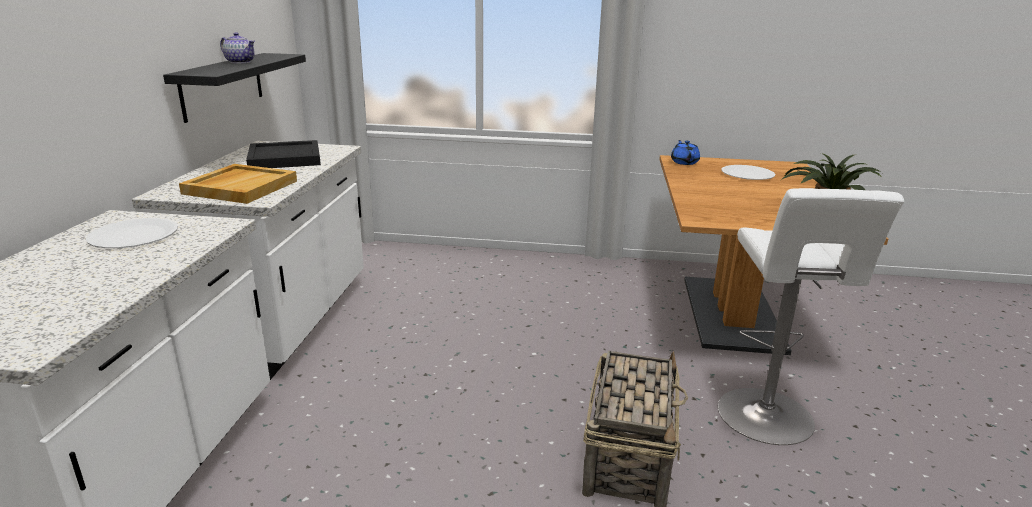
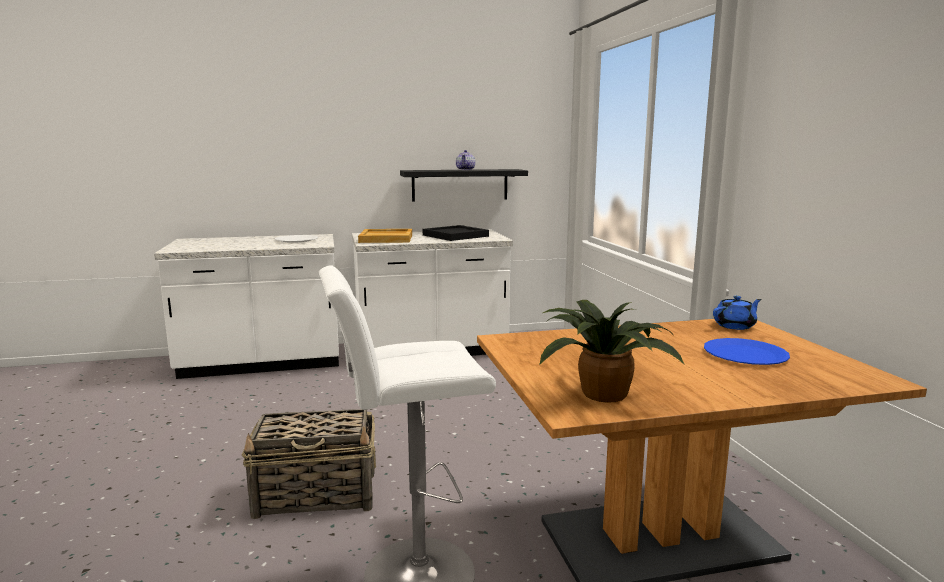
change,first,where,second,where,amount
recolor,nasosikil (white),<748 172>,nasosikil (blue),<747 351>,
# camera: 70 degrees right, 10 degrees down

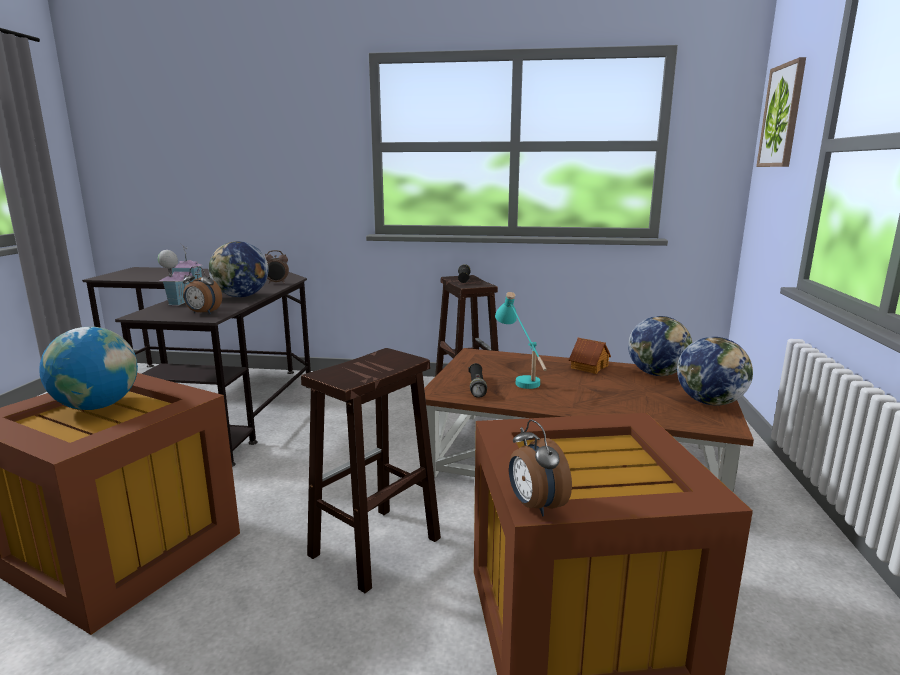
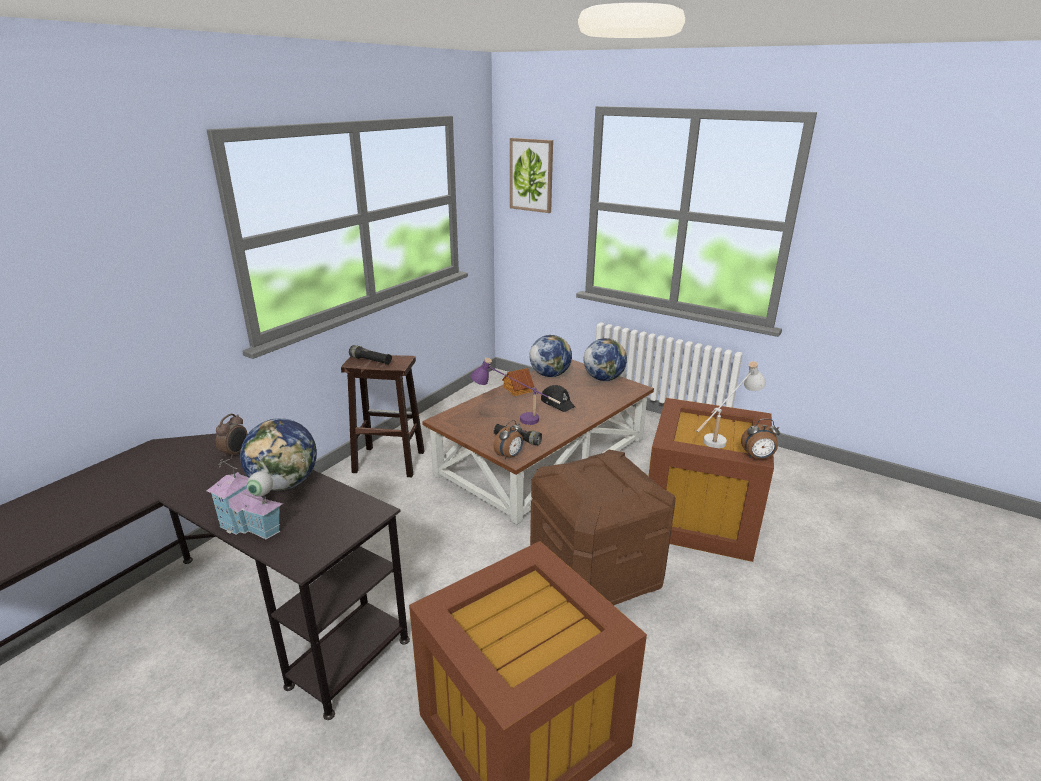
change,first,where,second,where,amount
delete,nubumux,<88 368>,,,
move,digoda,<202 290>,,<508 440>,
replace,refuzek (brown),<371 470>,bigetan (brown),<603 527>,
recolor,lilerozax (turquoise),<521 340>,lilerozax (purple),<515 391>,
insert,,,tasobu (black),<558 398>,
insert,,,lilerozax (white),<731 405>,
# camera: 65 degrees left, 10 degrees up

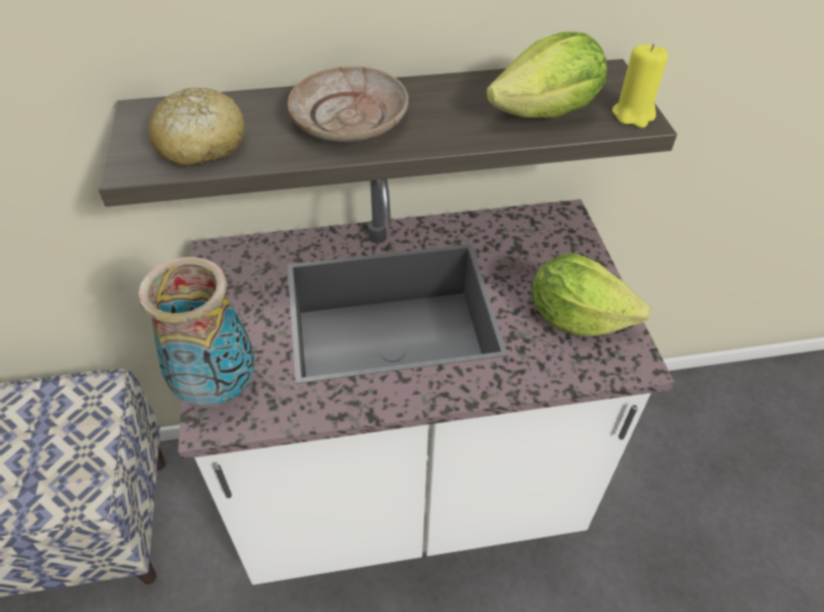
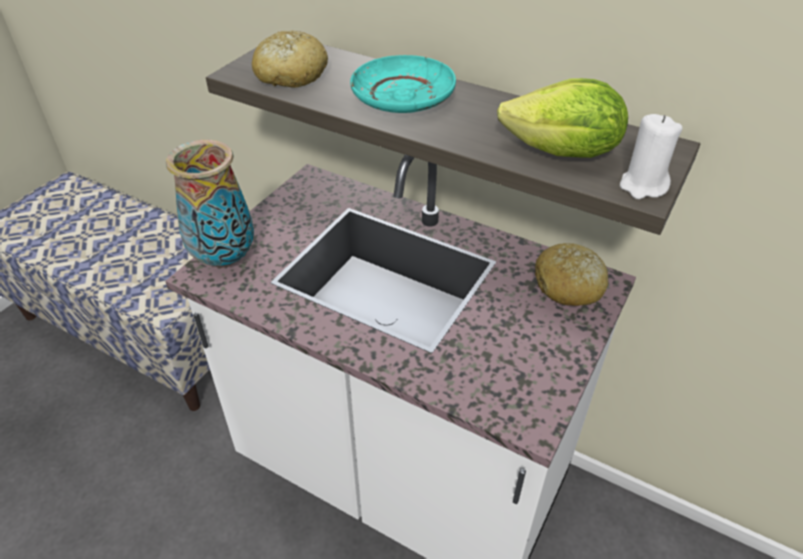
change,first,where,second,where,amount
recolor,nasosikil (beige),<348 104>,nasosikil (turquoise),<403 84>,
delete,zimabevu,<591 294>,,,
recolor,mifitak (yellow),<640 86>,mifitak (white),<651 156>,
insert,,,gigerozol,<571 274>,
# camera: 40 degrees right, 5 degrees down

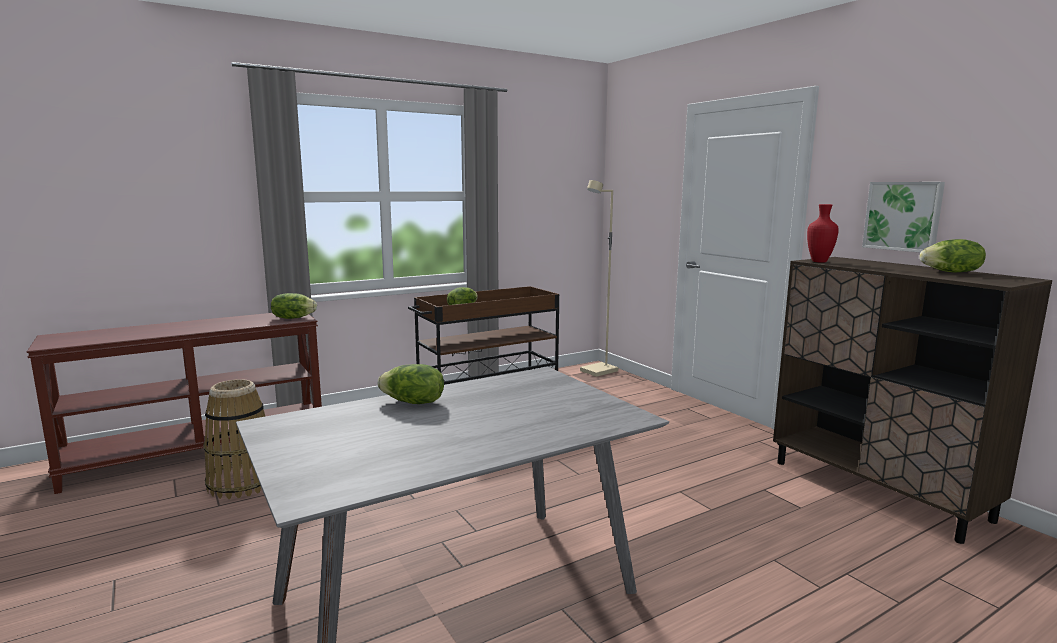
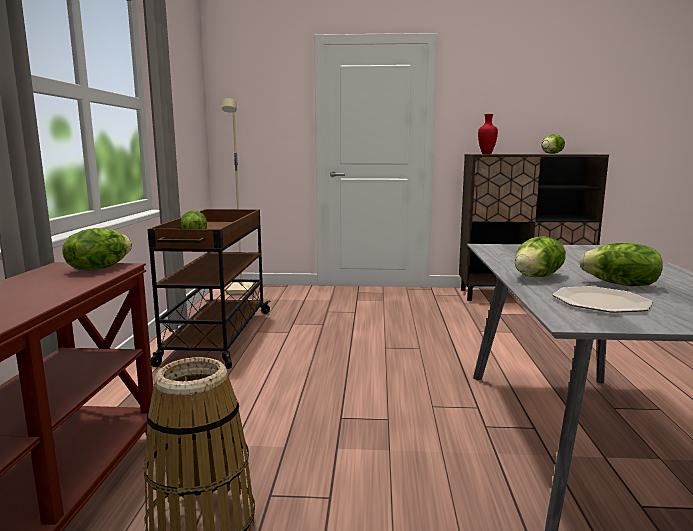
change,first,where,second,where,amount
delete,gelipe,<903 217>,,,
insert,,,nasosikil,<603 299>,
insert,,,zimabevu,<621 264>,
# camera: 55 degrees left, 0 degrees up

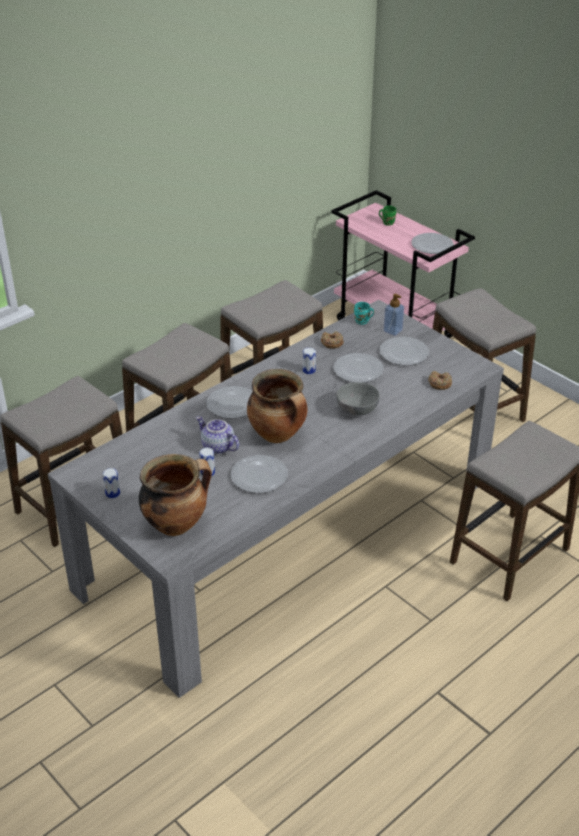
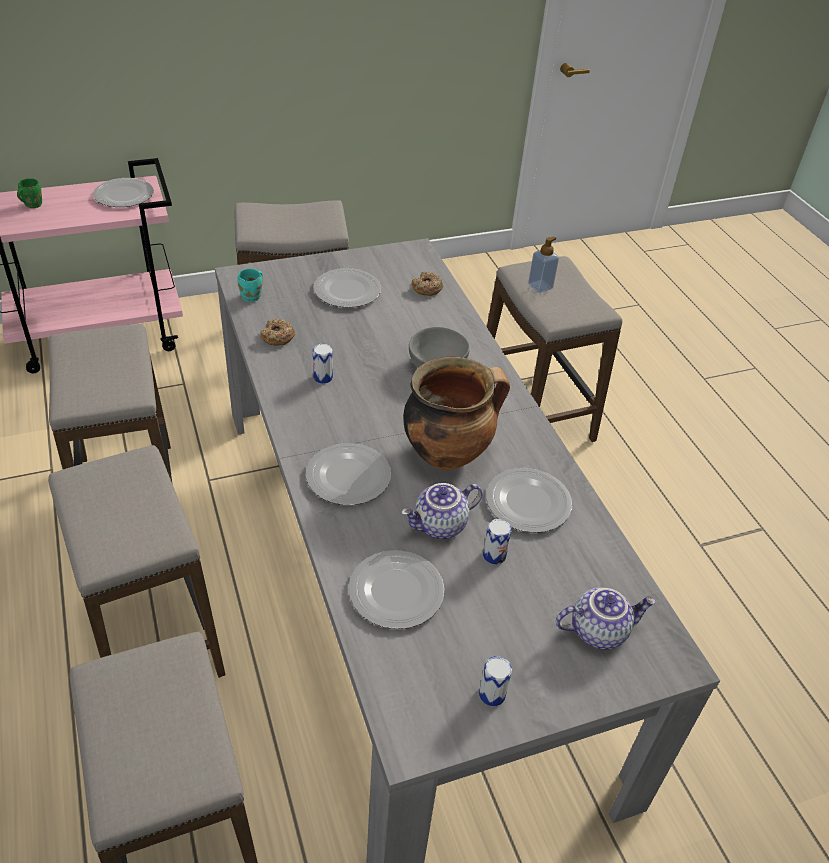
change,first,where,second,where,amount
replace,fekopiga,<175 495>,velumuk,<606 618>,
move,nasosikil,<358 368>,,<397 589>,
move,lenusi,<394 315>,,<543 265>,
# camera: 70 degrees left, 5 degrees up

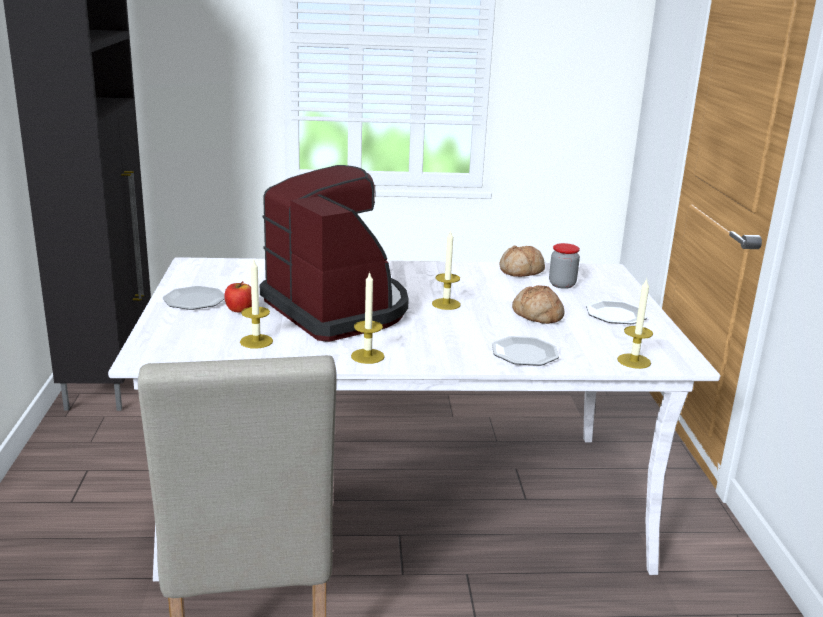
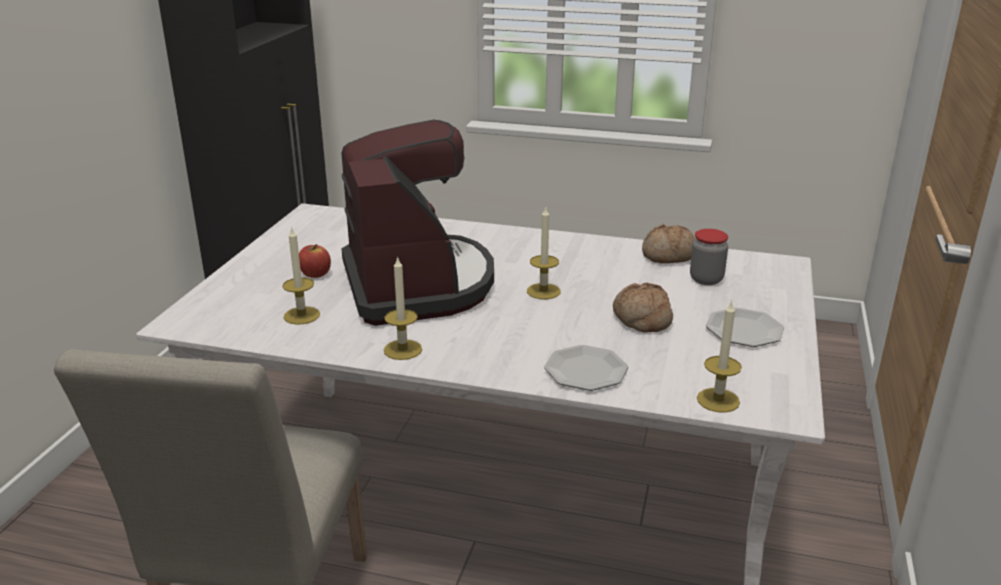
change,first,where,second,where,amount
delete,nasosikil,<194 298>,,,
# camera: 20 degrees right, 5 degrees up

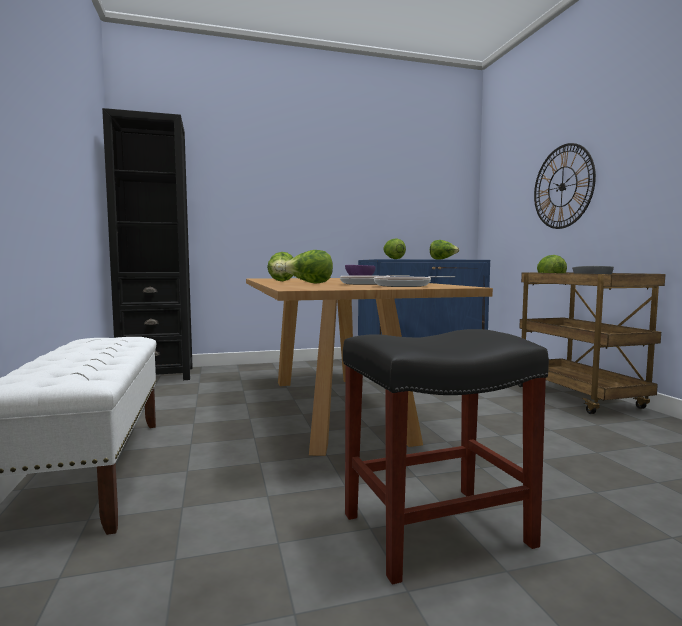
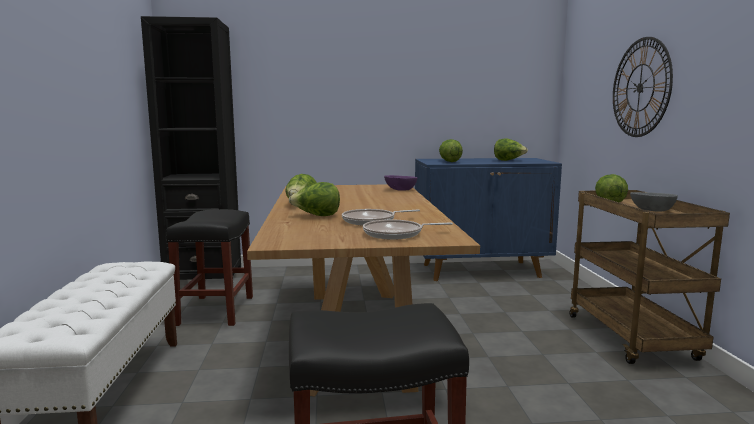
change,first,where,second,where,amount
insert,,,refuzek (black),<209 267>,
# camera: 10 degrees right, 5 degrees up

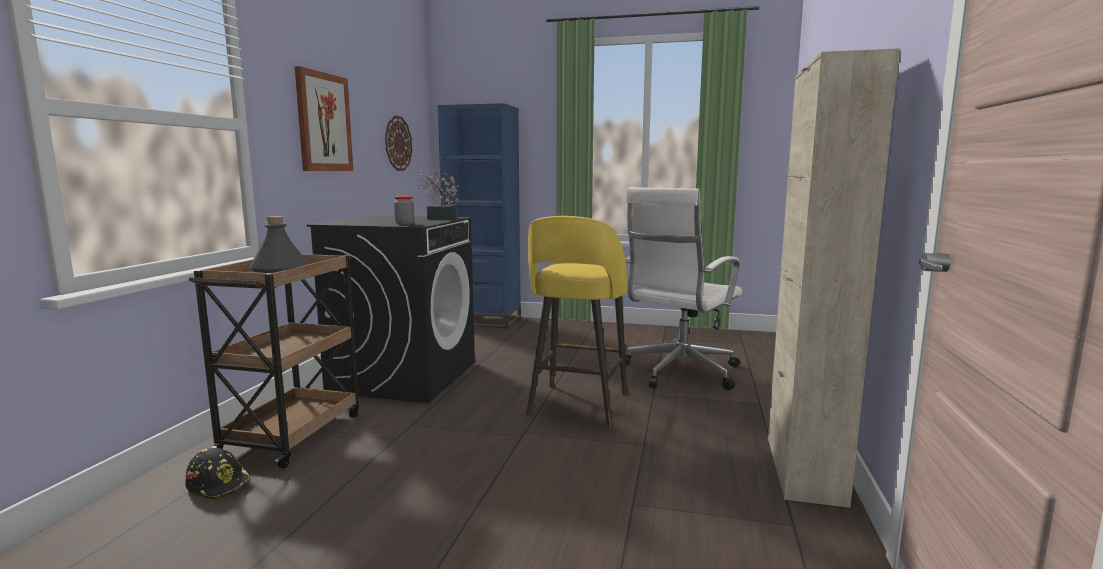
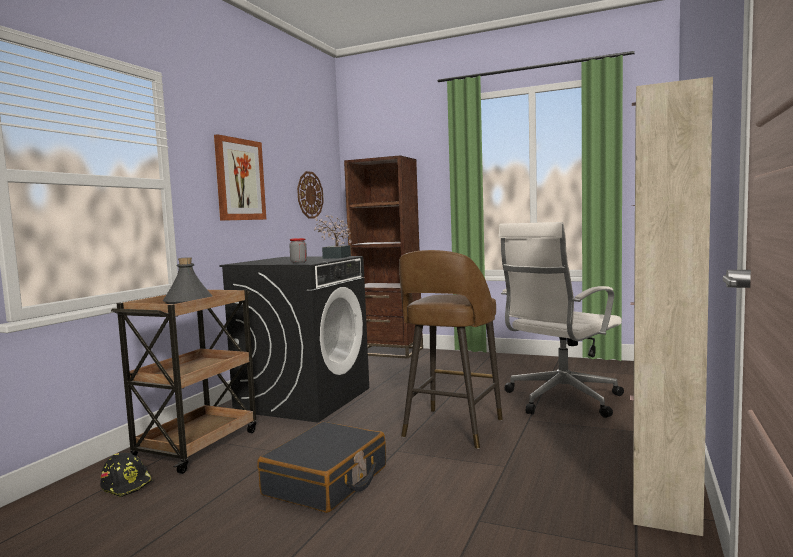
change,first,where,second,where,amount
recolor,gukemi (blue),<479 216>,gukemi (brown),<383 257>,
recolor,refuzek (yellow),<577 321>,refuzek (brown),<451 349>,
insert,,,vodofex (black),<322 467>,
# camera: 10 degrees right, 5 degrees down

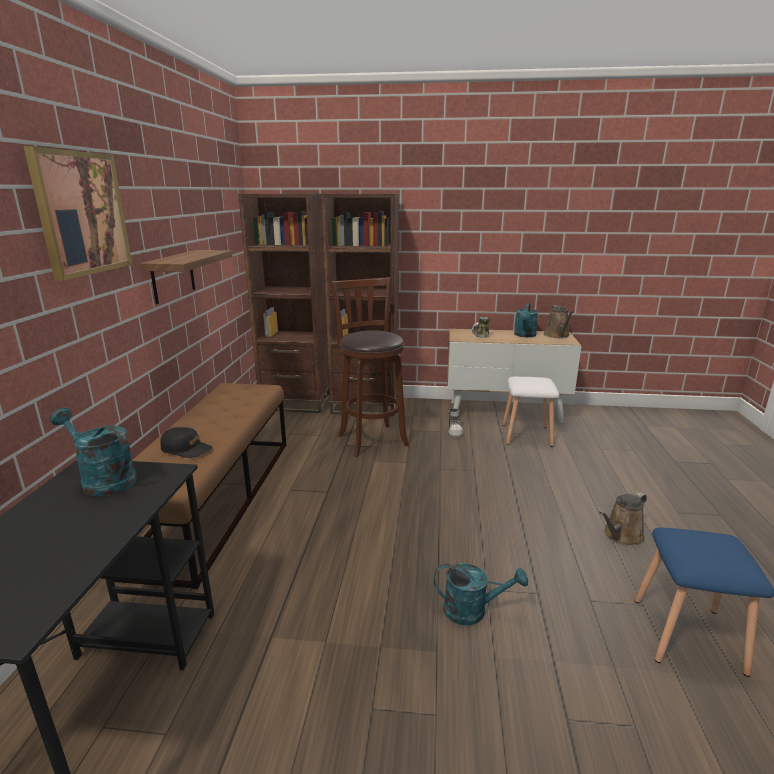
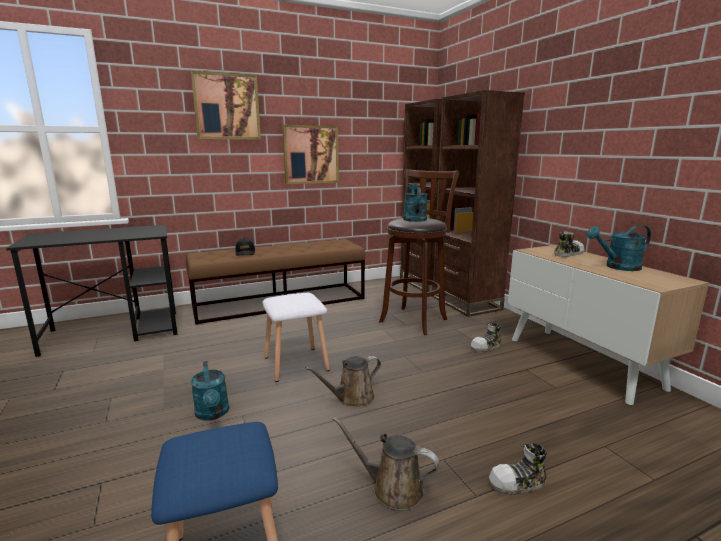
change,first,where,second,where,amount
move,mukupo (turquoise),<93 452>,,<415 202>,
replace,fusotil,<186 277>,gelipe,<310 154>,
move,refuzek (white),<530 412>,,<296 337>,
move,mukupo (brown),<559 321>,,<343 381>,
insert,,,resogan,<518 469>,
# camera: 60 degrees right, 5 degrees down

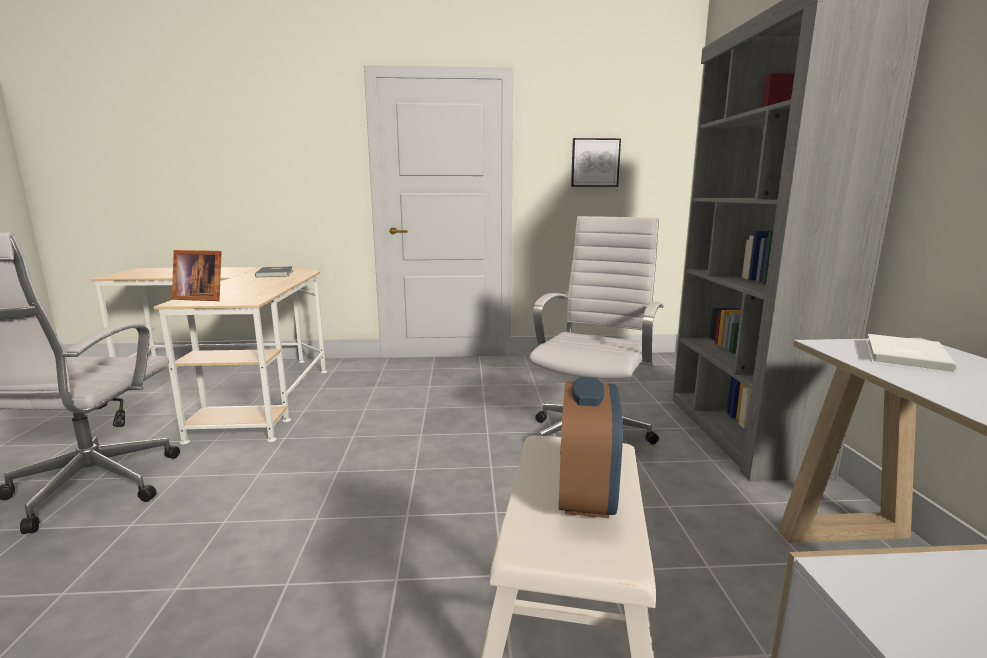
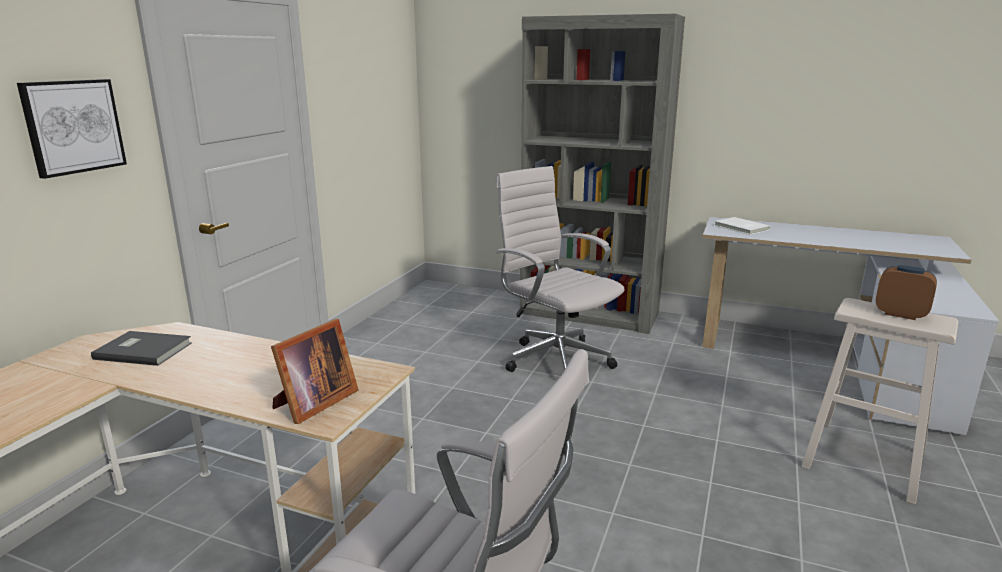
change,first,where,second,where,amount
move,gelipe,<596 162>,,<72 129>,
# camera: 65 degrees left, 5 degrees up

